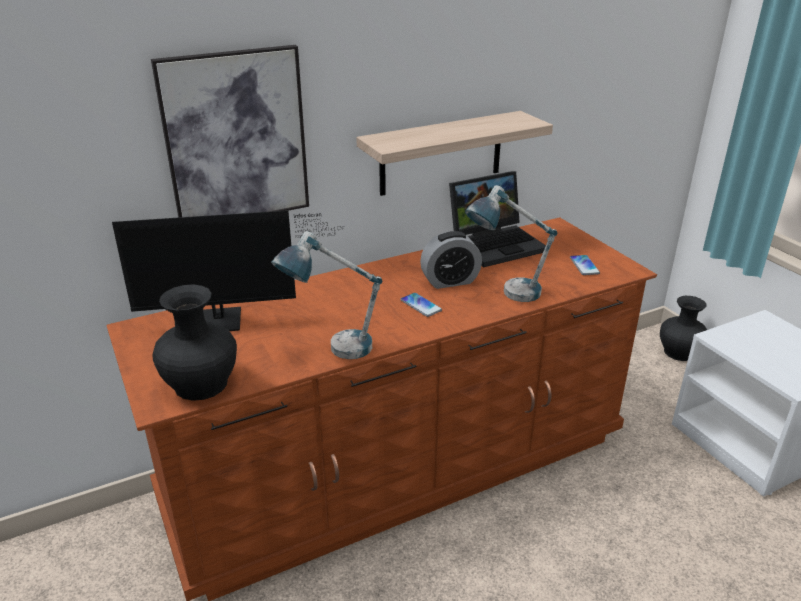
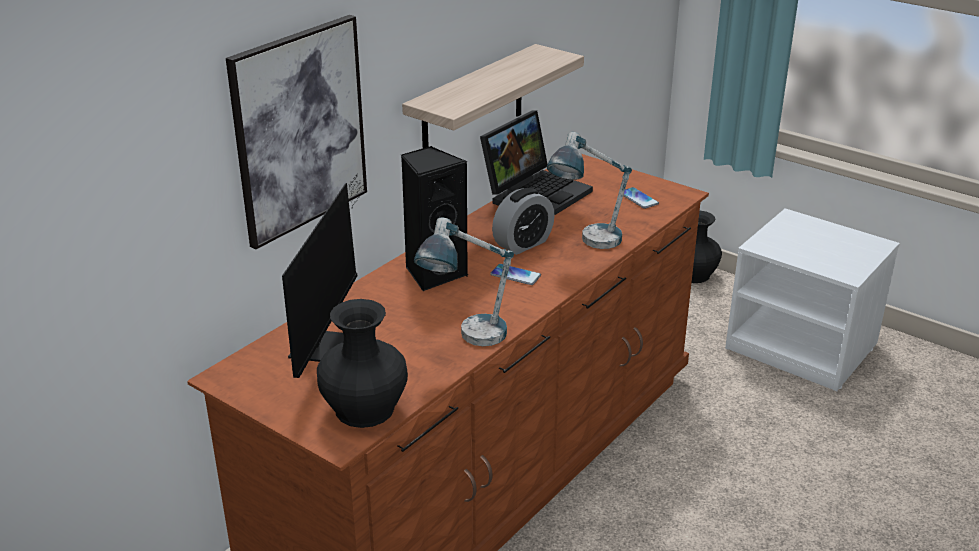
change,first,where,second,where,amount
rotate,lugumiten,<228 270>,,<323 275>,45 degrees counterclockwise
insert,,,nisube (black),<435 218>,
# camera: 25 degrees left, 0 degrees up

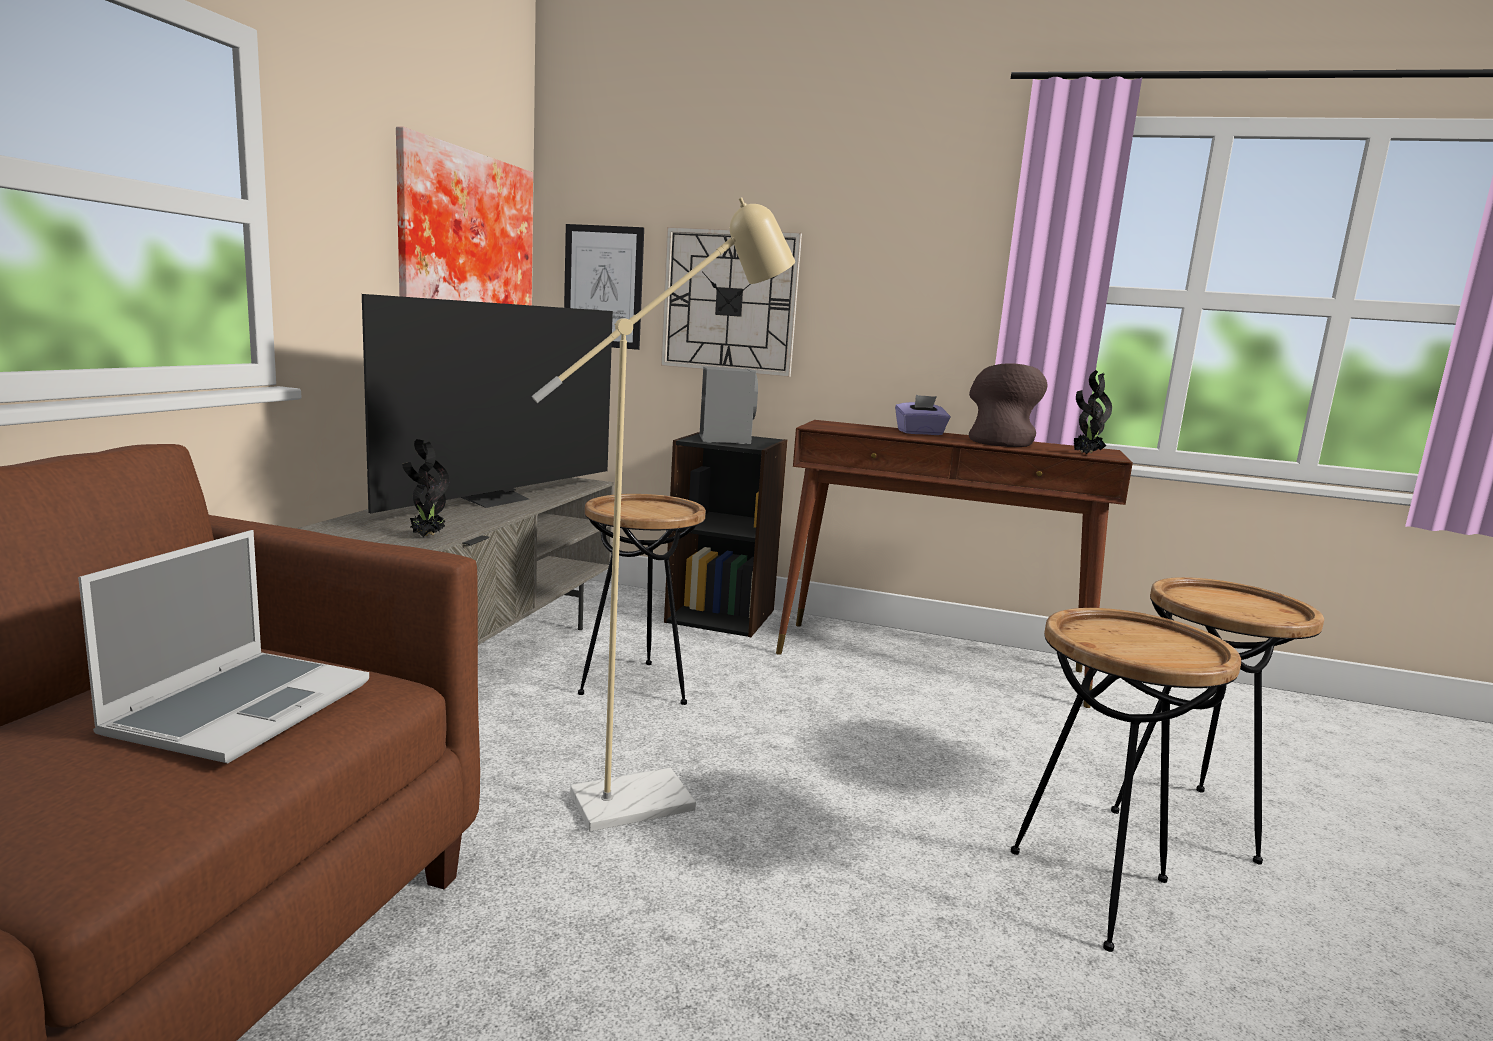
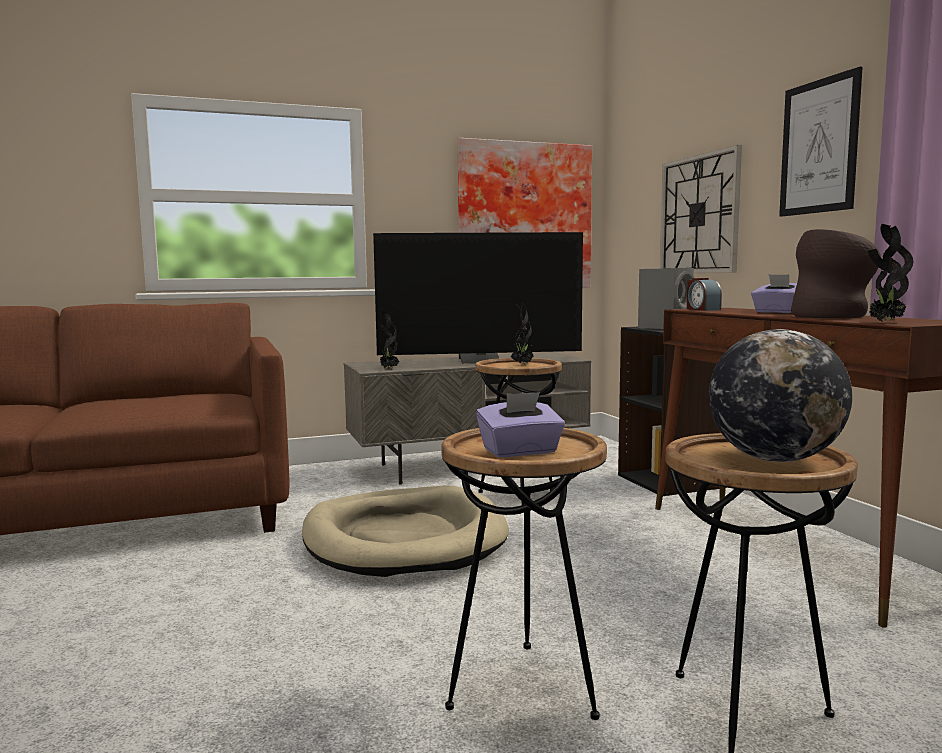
change,first,where,second,where,amount
delete,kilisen,<223 646>,,,
replace,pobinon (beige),<663 514>,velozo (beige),<405 531>,
move,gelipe,<604 287>,,<821 141>,
insert,,,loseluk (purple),<520 424>,
insert,,,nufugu,<522 334>,
insert,,,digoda,<704 294>,
insert,,,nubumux,<780 395>,
# camera: 55 degrees right, 5 degrees down

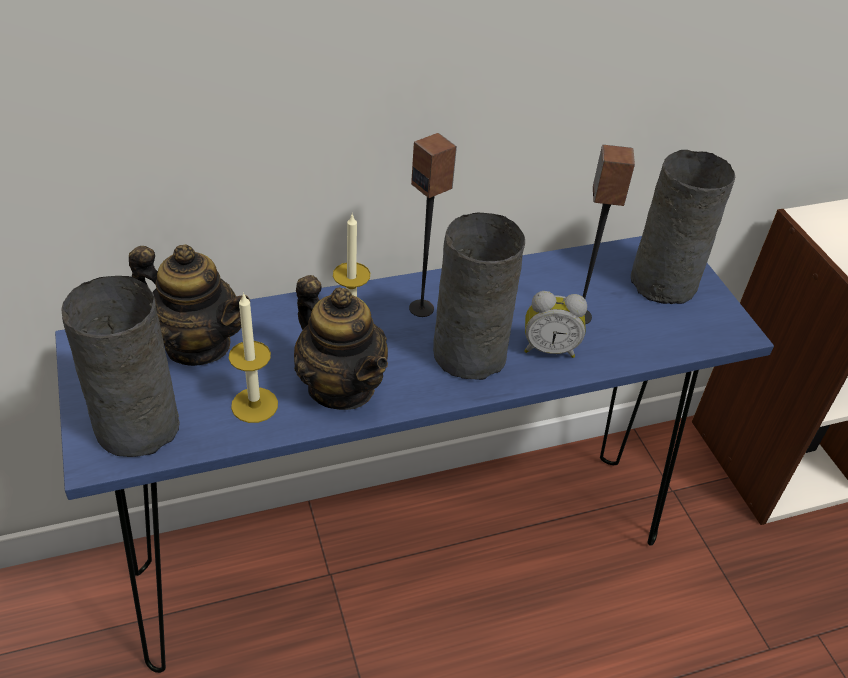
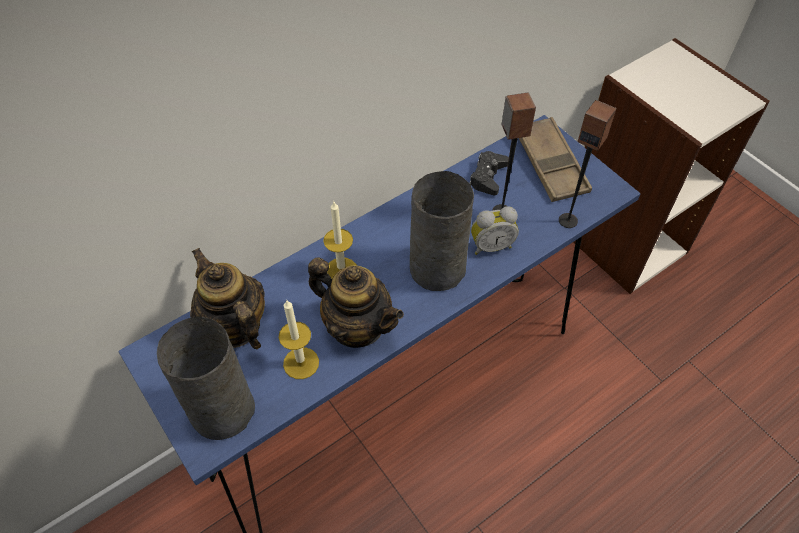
change,first,where,second,where,amount
rotate,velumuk,<189 305>,,<227 298>,135 degrees counterclockwise
move,nisube,<433 225>,,<588 164>,
replace,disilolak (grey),<683 227>,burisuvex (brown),<555 159>,
insert,,,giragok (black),<489 173>,
# camera: 15 degrees left, 10 degrees up

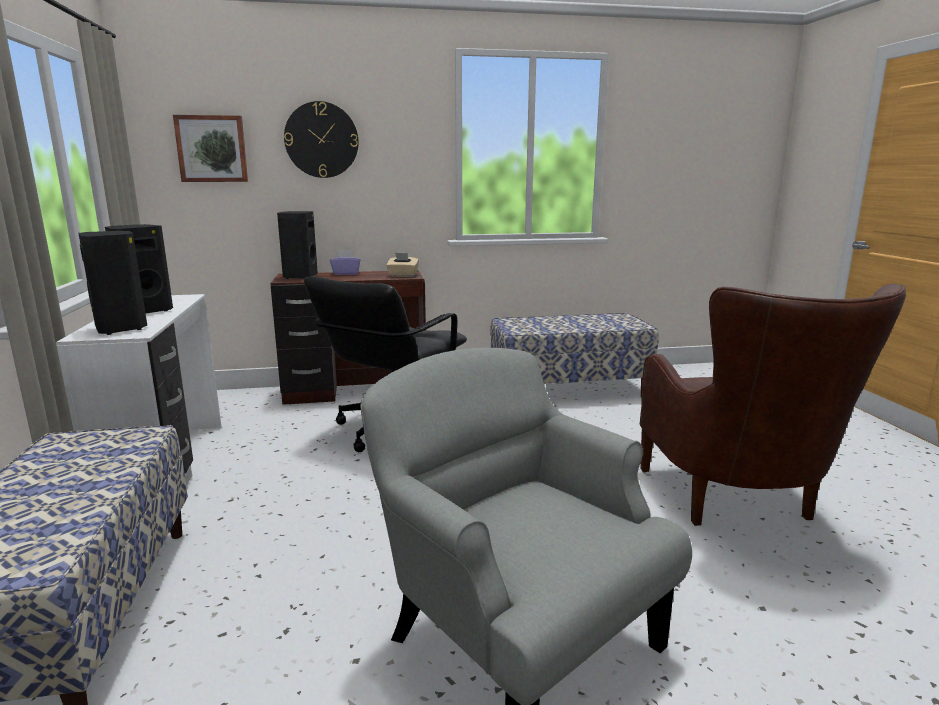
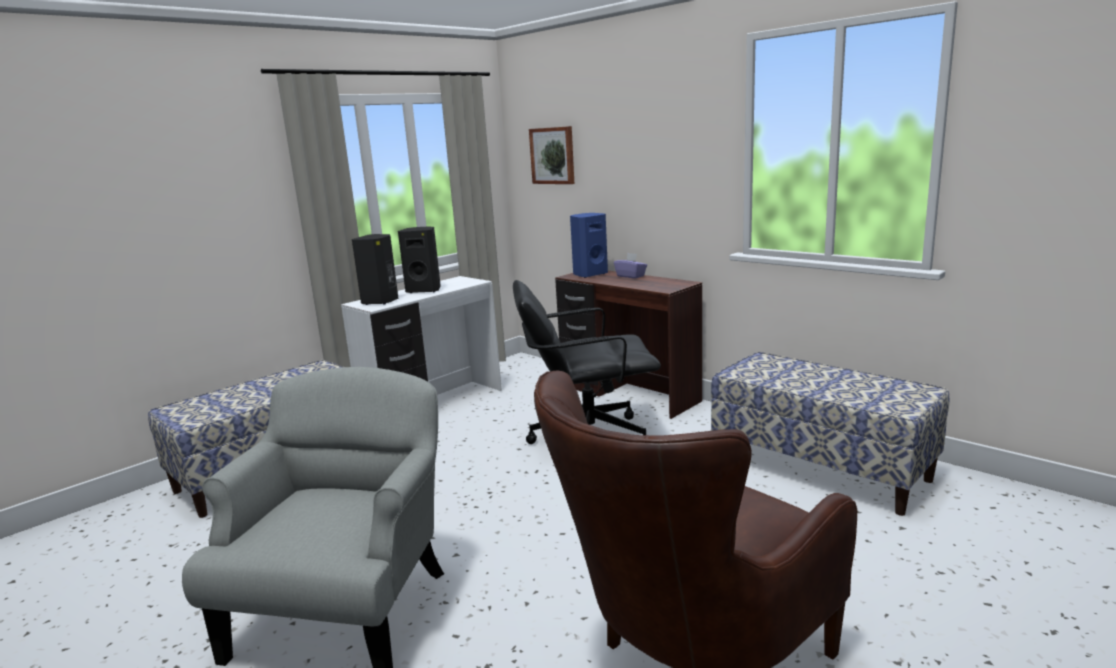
change,first,where,second,where,amount
recolor,nisube (black),<297 245>,nisube (blue),<589 245>,
delete,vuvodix,<321 139>,,,
delete,loseluk (beige),<402 265>,,,
# camera: 55 degrees right, 0 degrees up

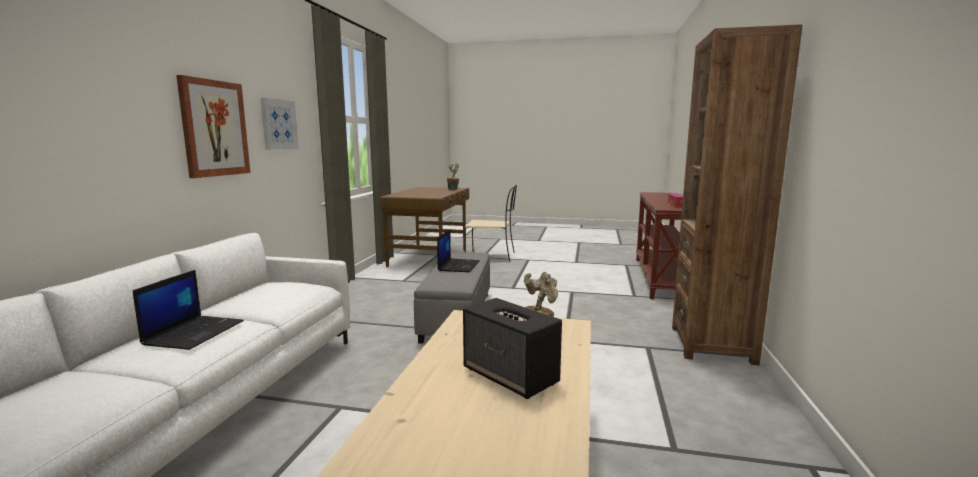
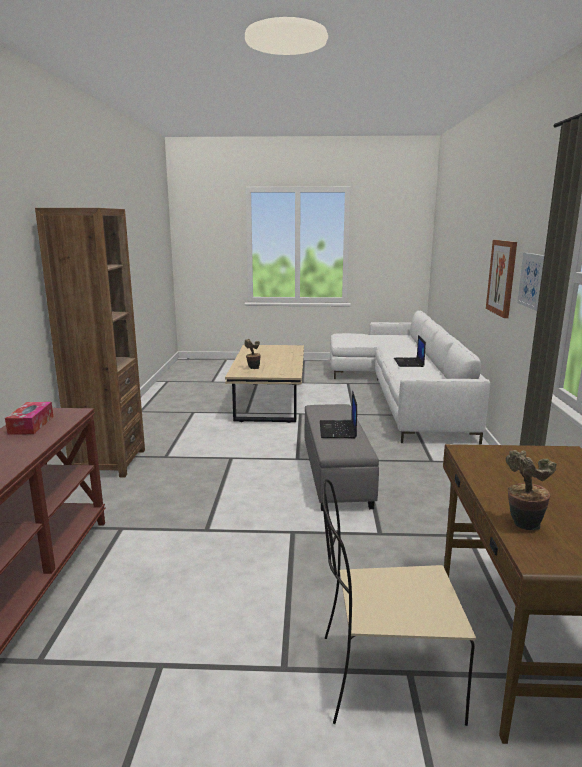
change,first,where,second,where,amount
delete,nisube,<512 348>,,,
# camera: 170 degrees right, 5 degrees up

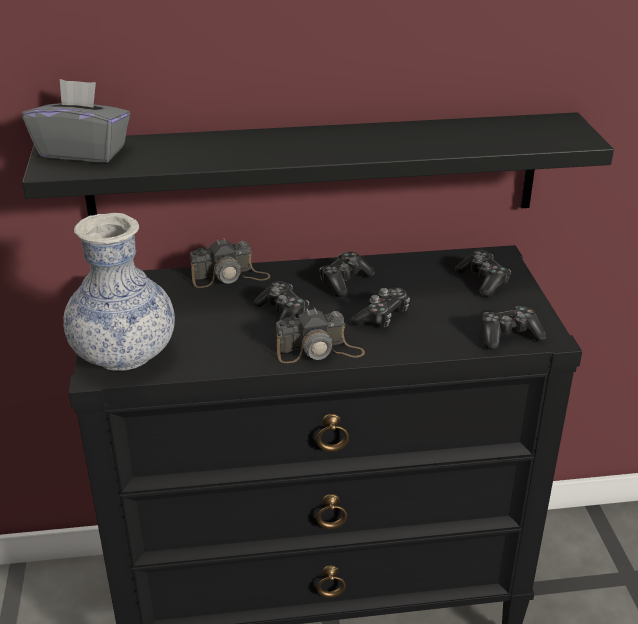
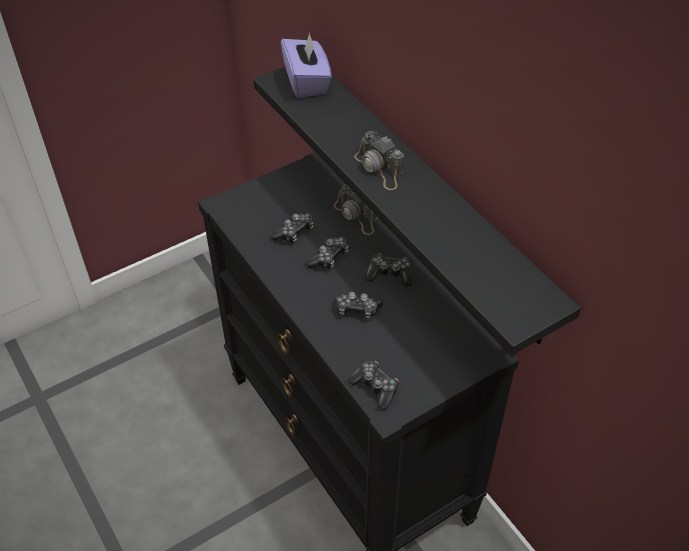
change,first,where,second,where,amount
recolor,loseluk (grey),<76 120>,loseluk (purple),<306 65>,
delete,disilolak,<119 292>,,,
move,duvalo,<320 335>,,<379 160>,
move,giragok,<483 273>,,<292 228>,
# camera: 65 degrees right, 15 degrees up

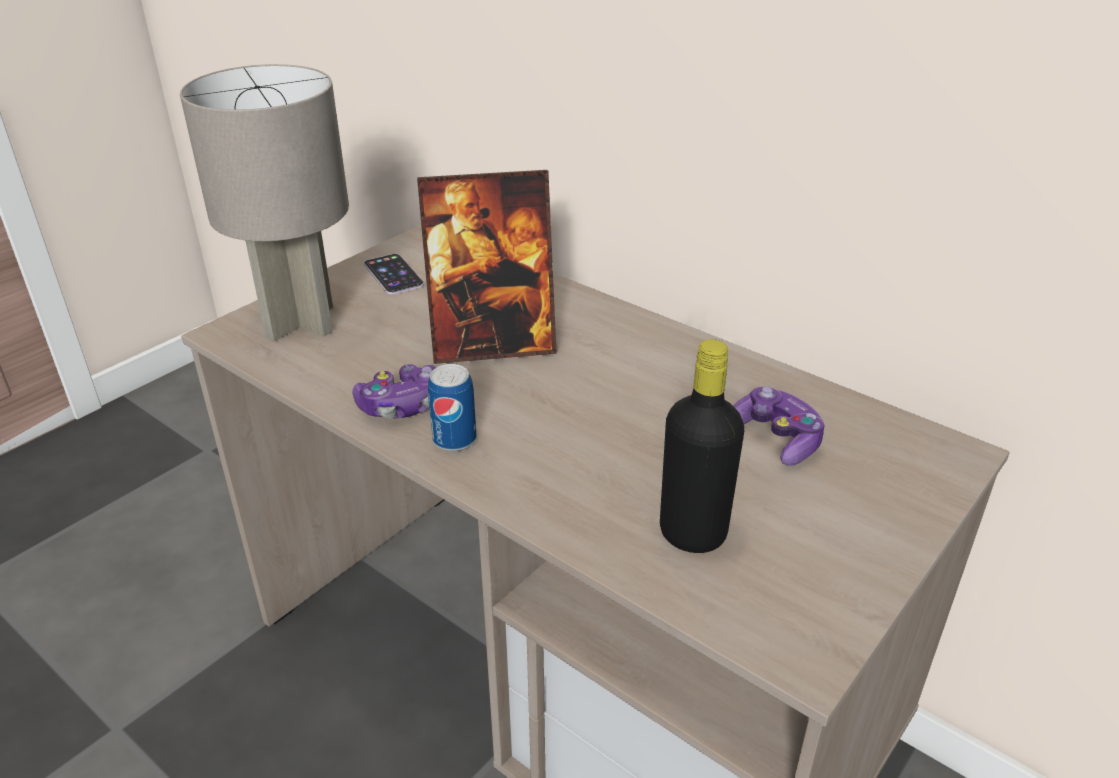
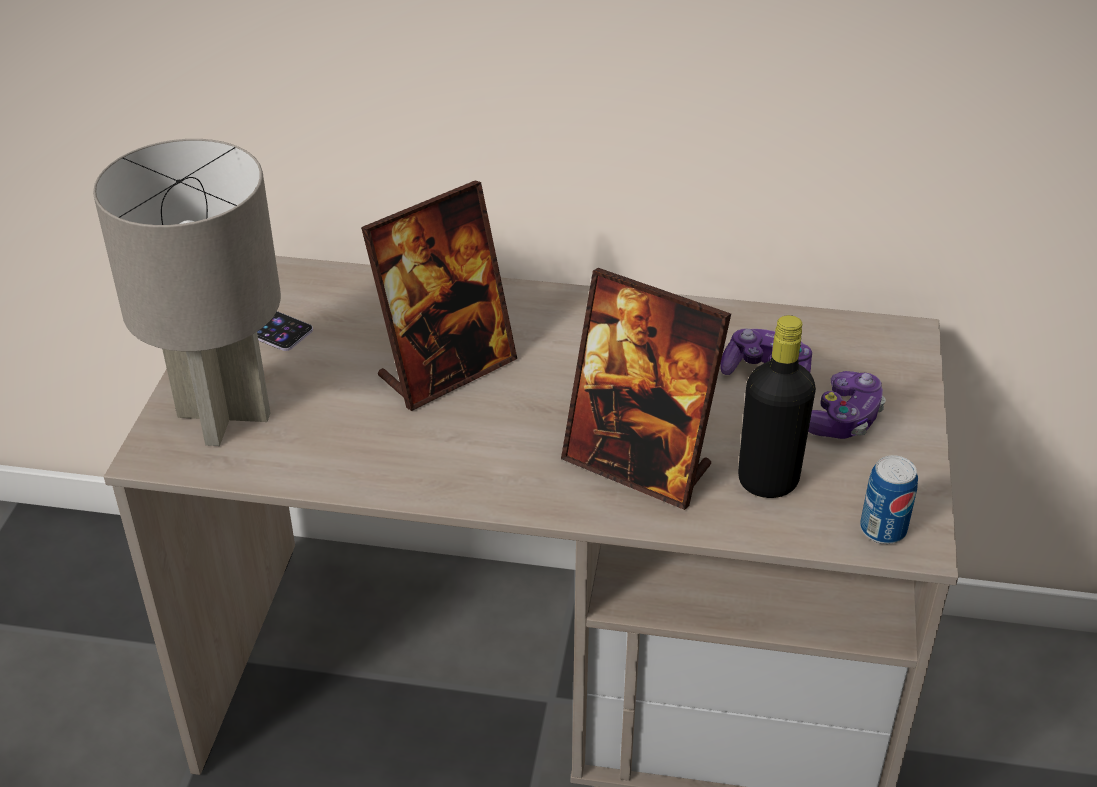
change,first,where,second,where,amount
move,giragok,<394 391>,,<847 405>,
move,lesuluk,<452 407>,,<889 499>,
insert,,,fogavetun,<646 389>,
# camera: 30 degrees left, 5 degrees up

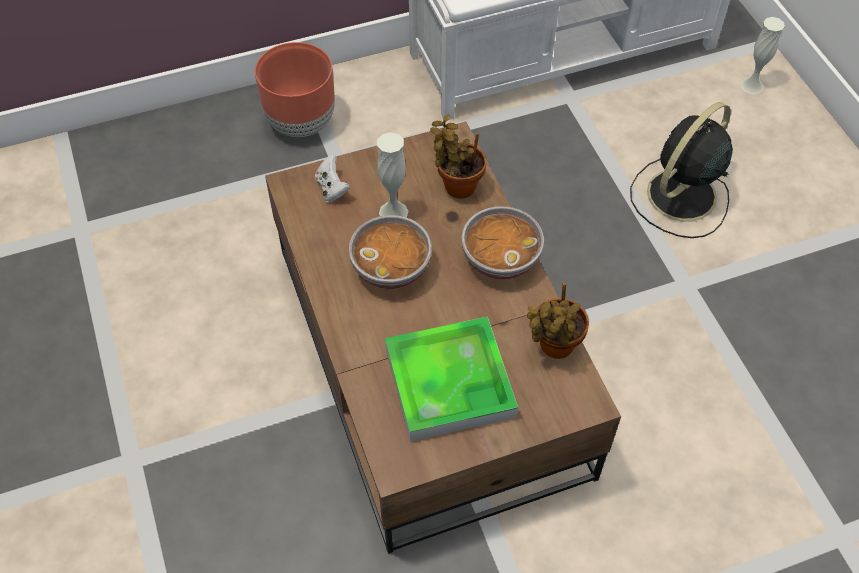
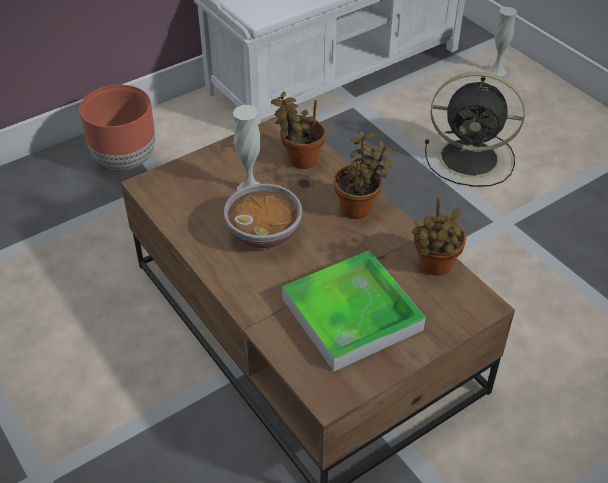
change,first,where,second,where,amount
delete,giragok (white),<332 178>,,,
replace,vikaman,<502 243>,nufugu,<363 175>,
rotate,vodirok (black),<681 170>,,<475 129>,105 degrees counterclockwise
# camera: 15 degrees left, 10 degrees down

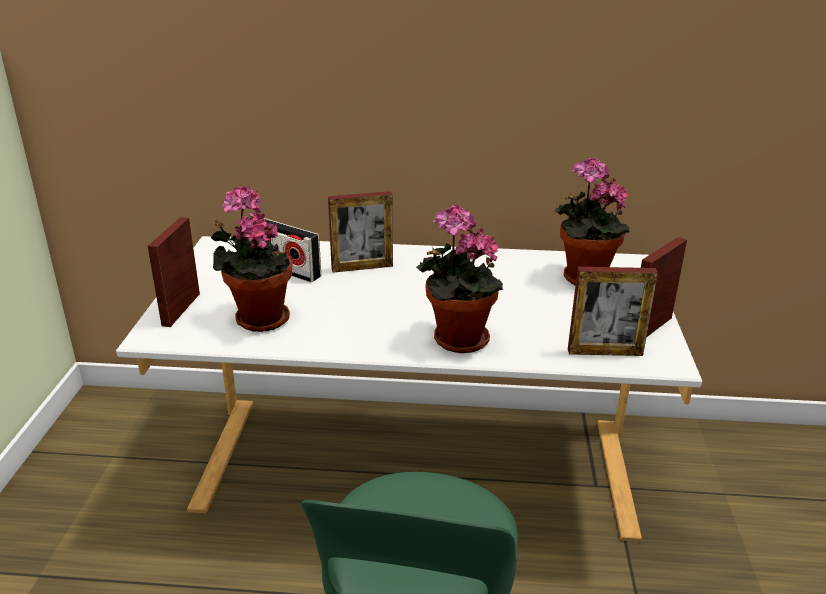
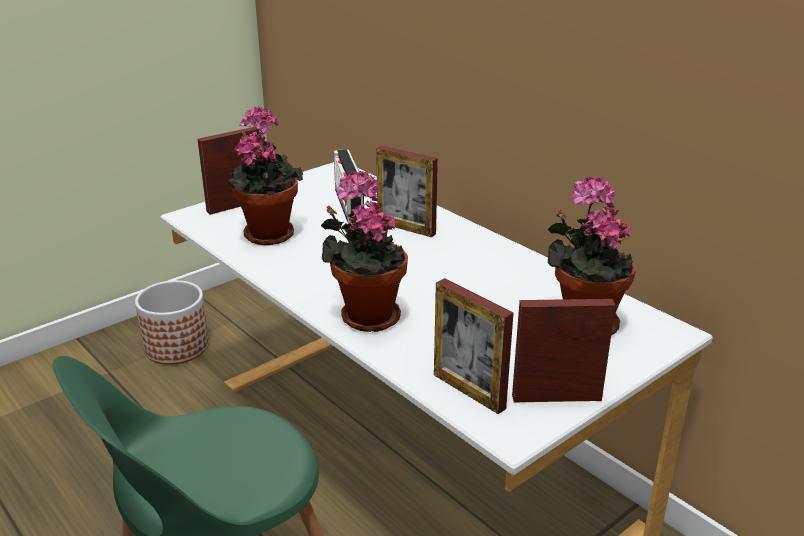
change,first,where,second,where,amount
insert,,,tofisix,<172 322>,
# camera: 45 degrees right, 0 degrees up

